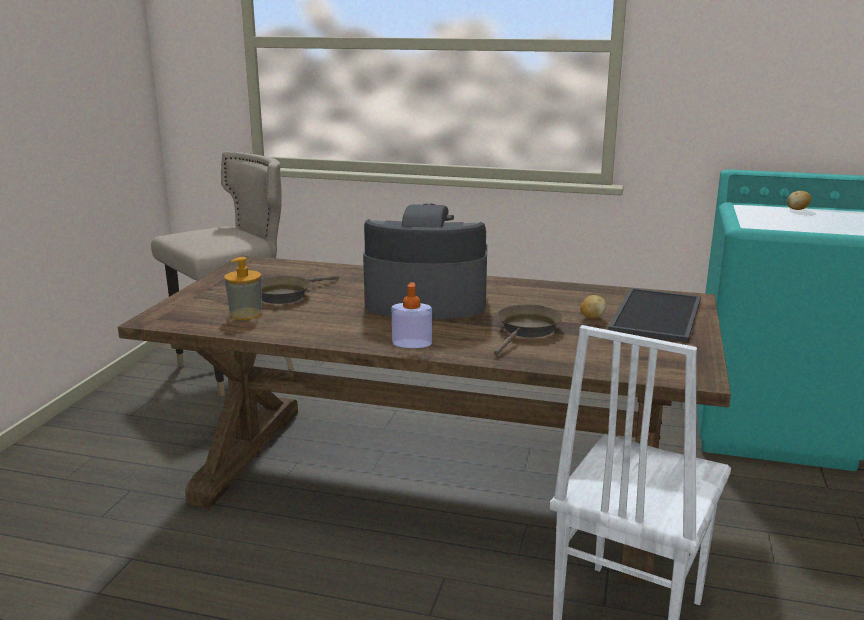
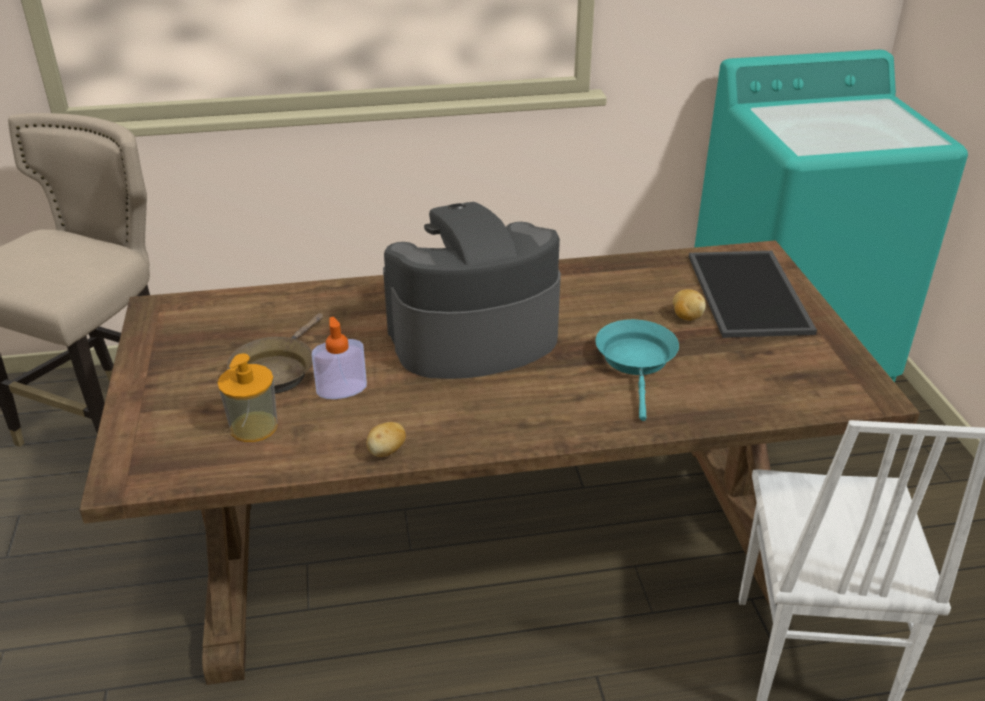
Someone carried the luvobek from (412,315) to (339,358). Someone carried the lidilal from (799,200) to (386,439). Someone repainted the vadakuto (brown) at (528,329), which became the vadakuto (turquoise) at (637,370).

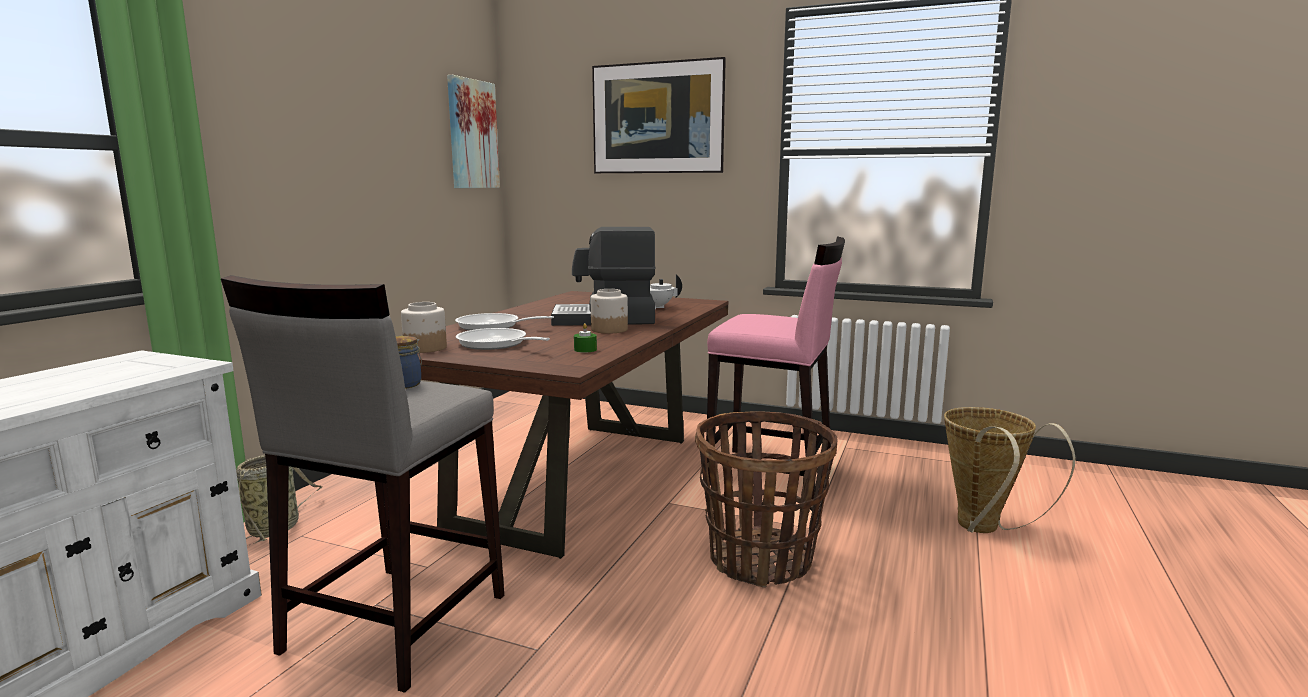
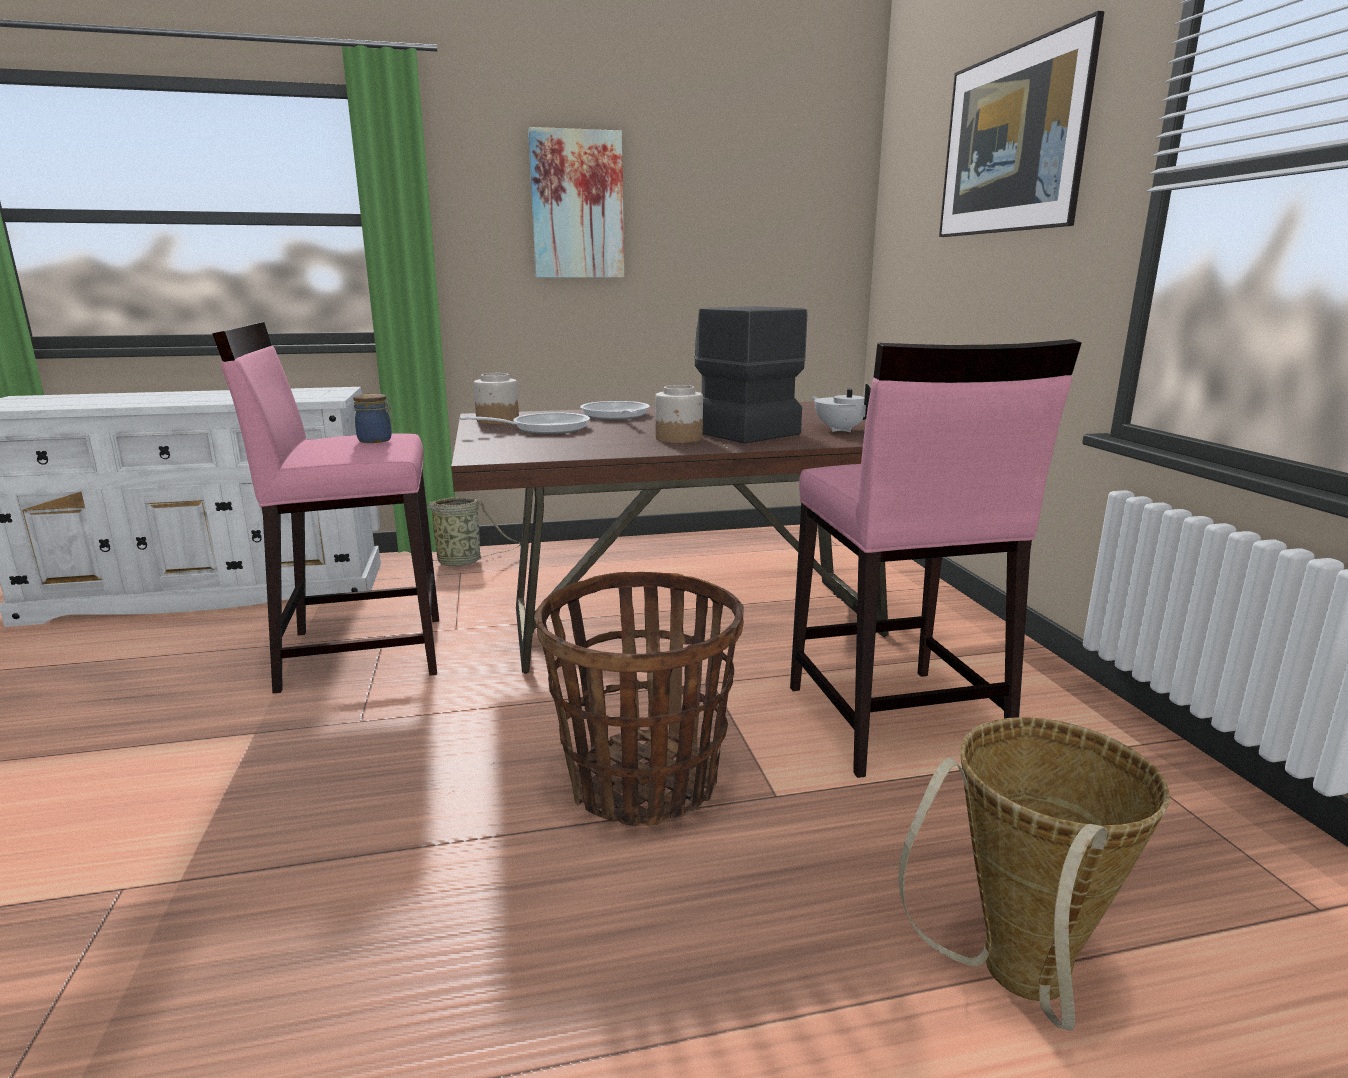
Someone repainted the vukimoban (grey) at (362,484), which became the vukimoban (pink) at (326,508). Someone rotated the vadakuto at (503,339) by 60 degrees clockwise. Someone carried the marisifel from (473,131) to (576,202). Someone took away the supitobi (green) at (585,338).

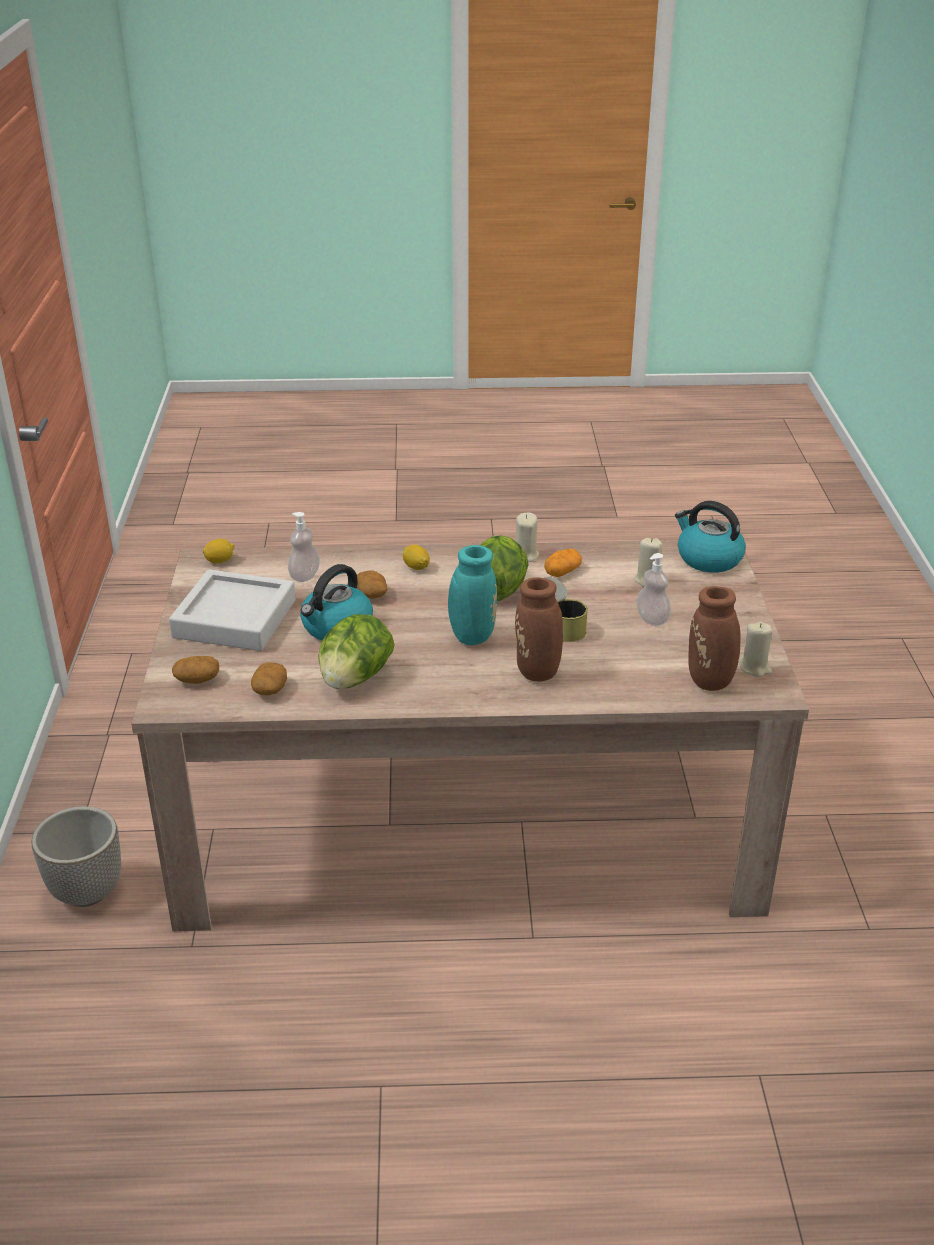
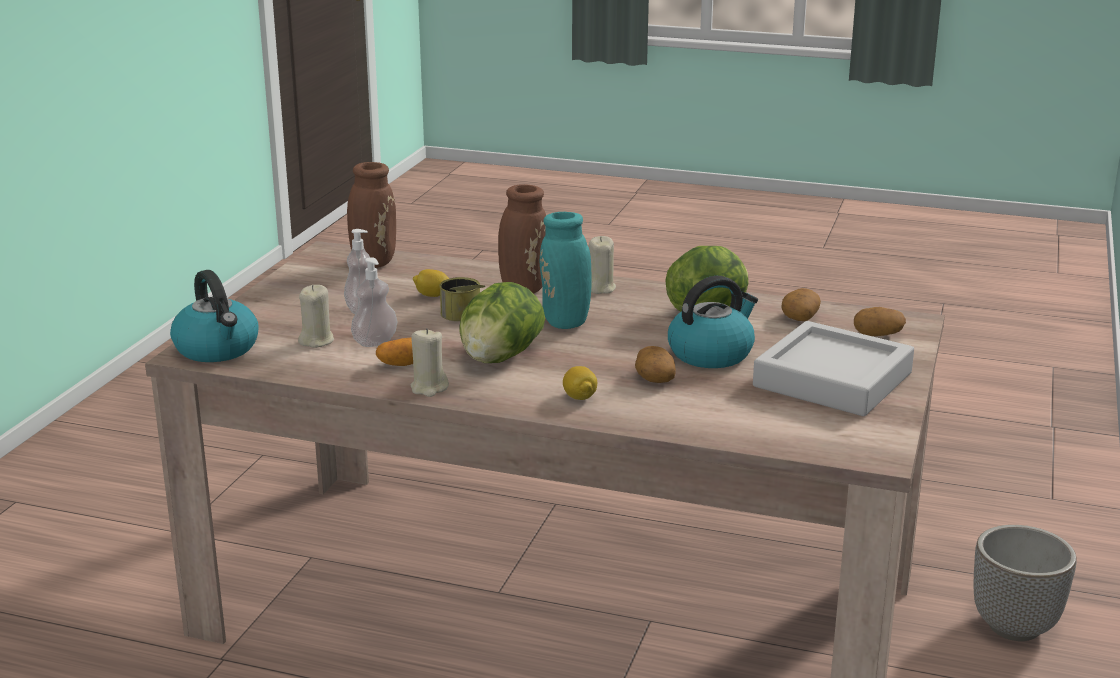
Someone carried the luvobek from (304,547) to (374,302). Someone carried the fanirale from (218,551) to (431,283). Someone carried the supitobi (beige) from (756,649) to (602,265).

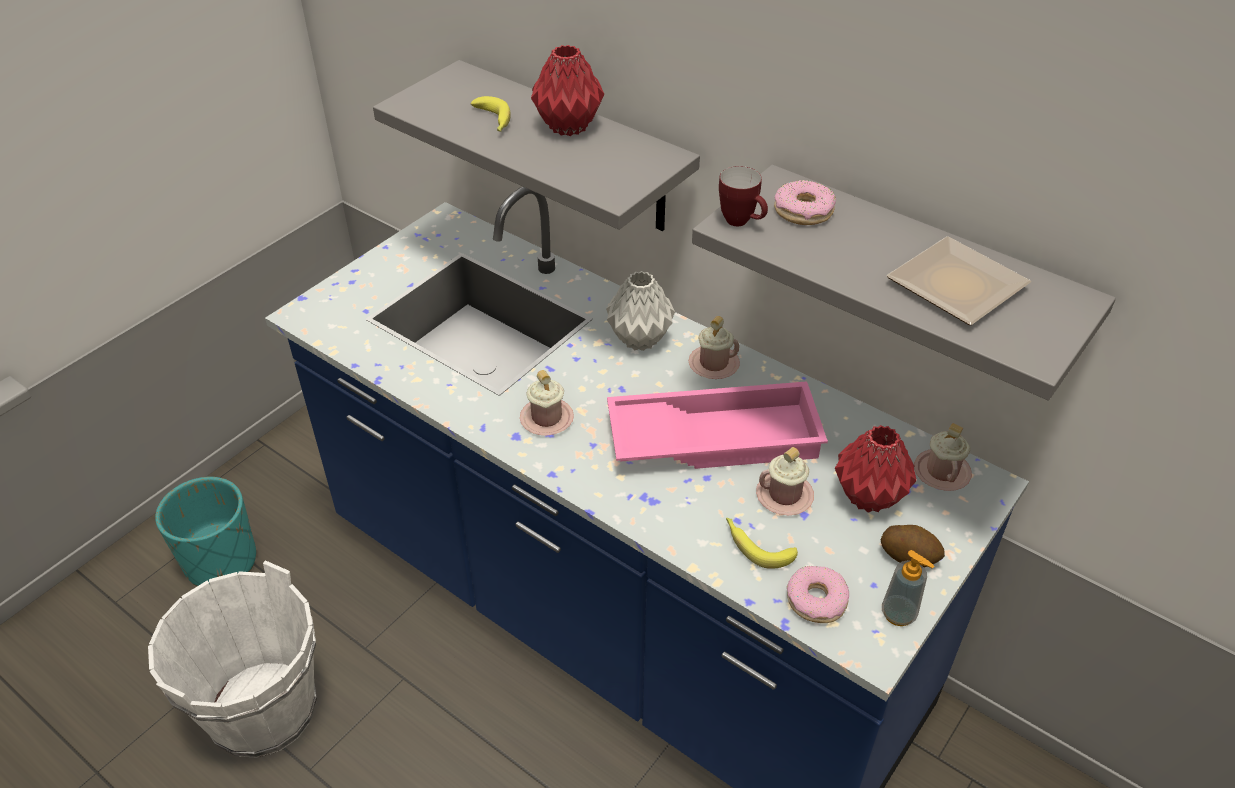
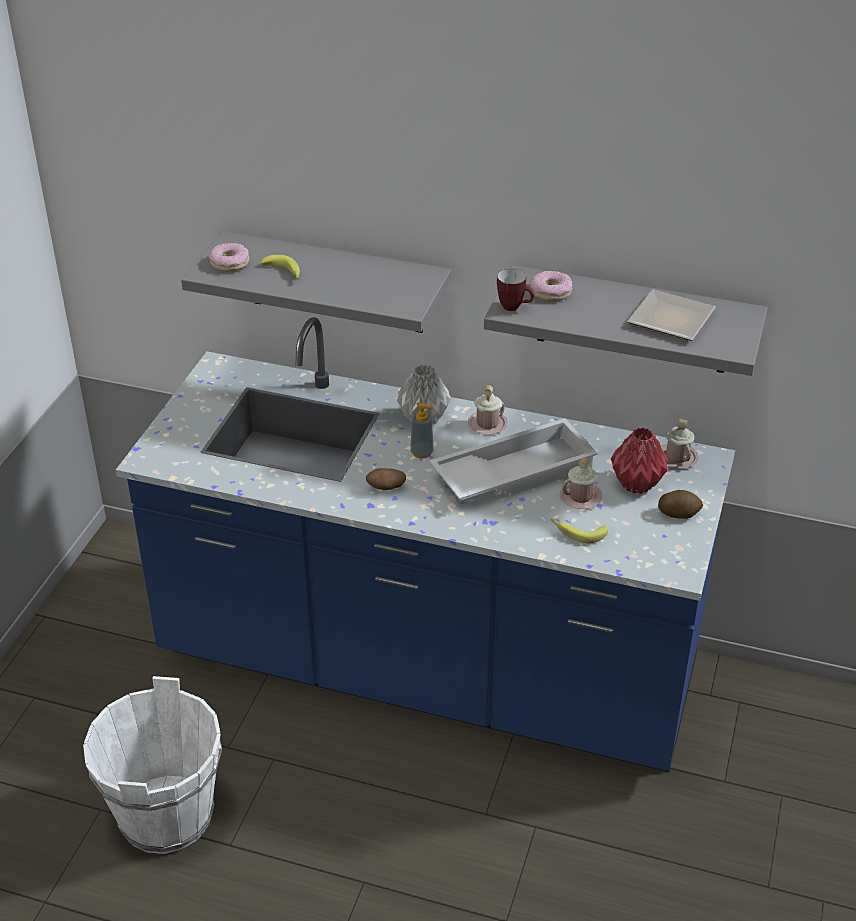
Someone carried the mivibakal from (818,594) to (229,257). Someone swapped the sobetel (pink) at (547,403) for the lidilal at (386,479). Someone carried the luvobek from (908,588) to (422,430). Someone repainted the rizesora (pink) at (717,425), which became the rizesora (white) at (514,459). Someone took away the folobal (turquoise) at (205,531). Someone took away the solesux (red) at (567,90).

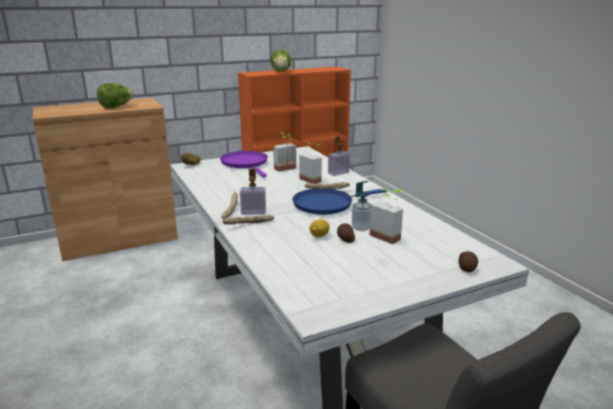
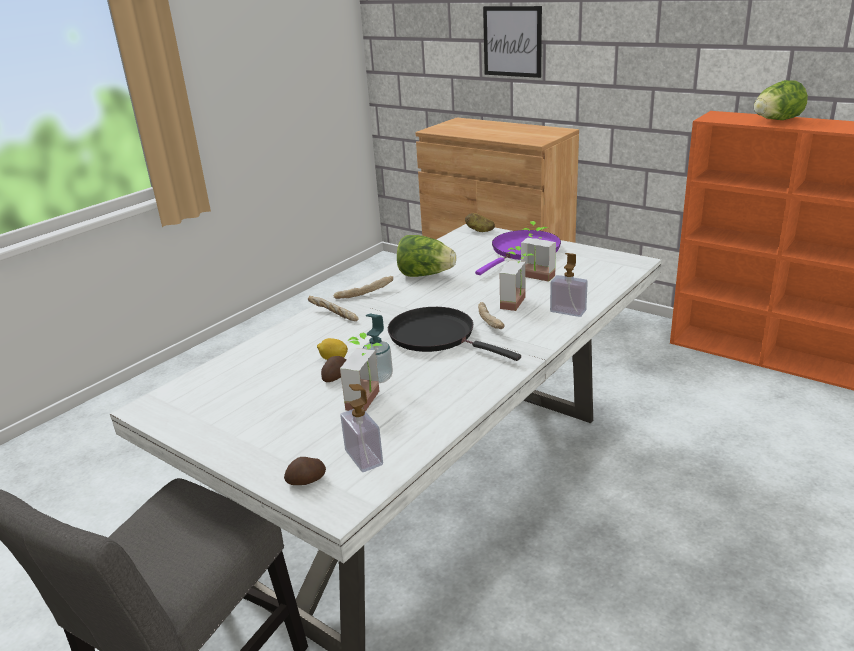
Someone carried the luvobek from (253,192) to (361,428). Someone repainted the vadakuto (blue) at (340,201), which became the vadakuto (black) at (454,334). Someone carried the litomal from (115,96) to (426,256). Someone put up the marisifel at (512,42).

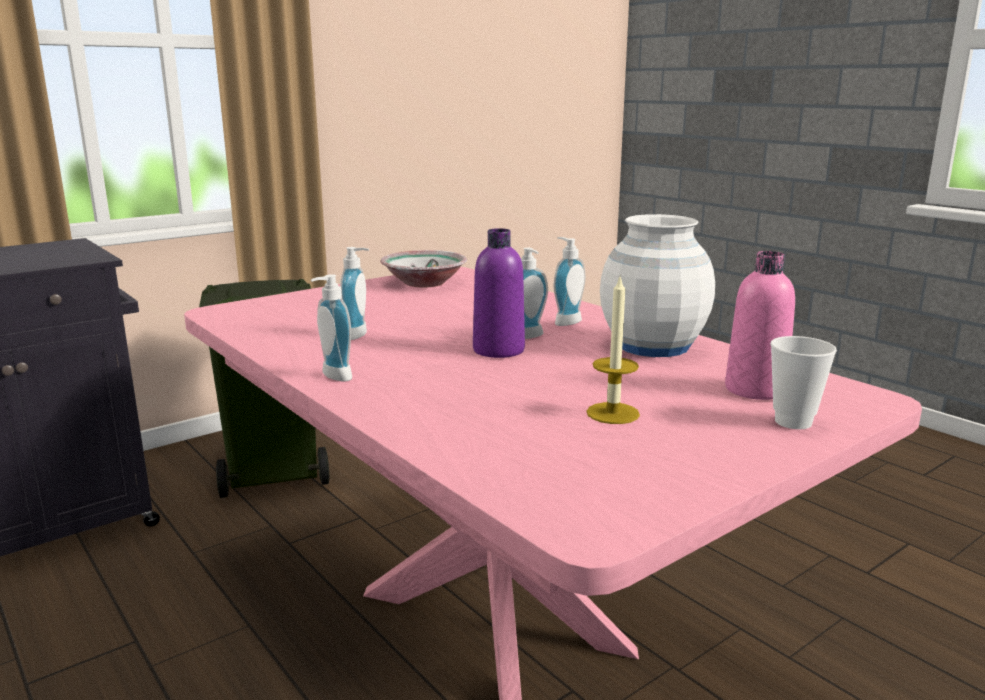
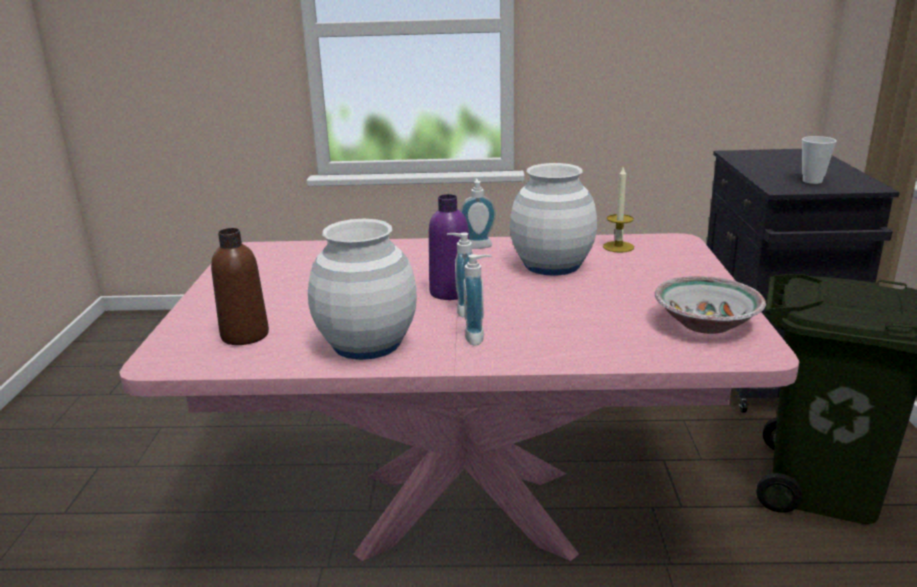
Someone repainted the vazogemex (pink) at (760,325), which became the vazogemex (brown) at (240,286). Someone swapped the luvobek at (354,293) for the solesux (white) at (553,219). Someone carried the supitobi from (613,350) to (618,210). Someone carried the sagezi from (804,382) to (819,160).

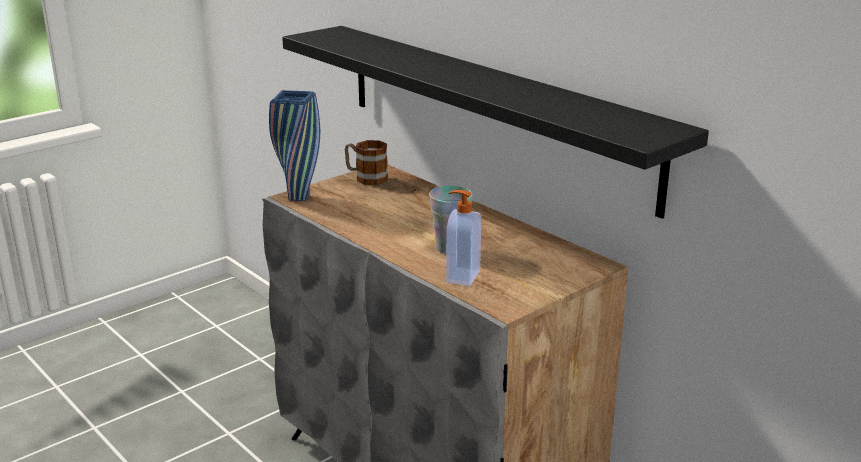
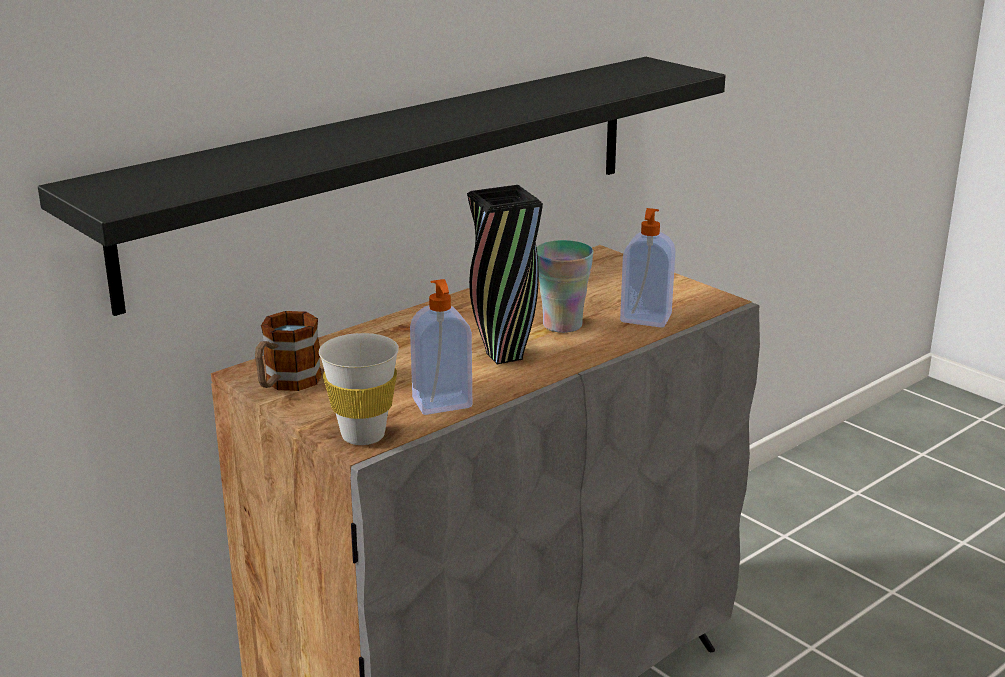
Someone swapped the solesux (blue) at (294,145) for the sagezi (white) at (359,389). Someone put down the luvobek at (441,347). Someone put down the solesux (black) at (505,274).

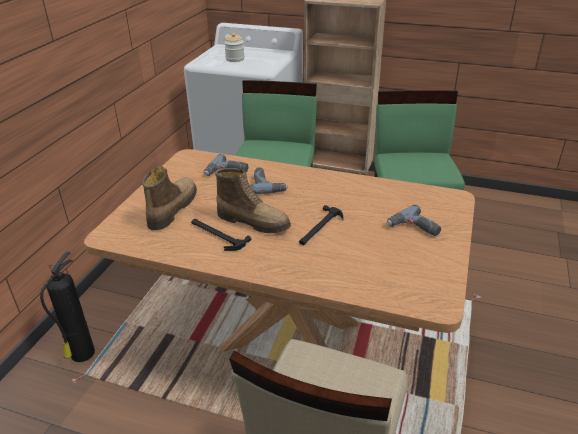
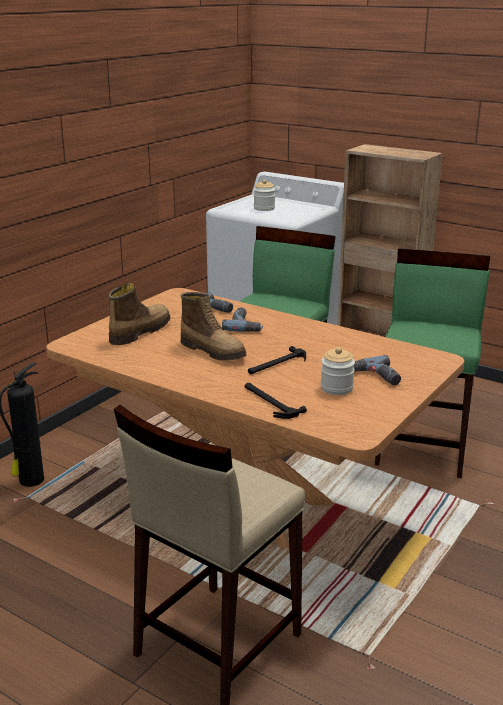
Someone carried the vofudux from (221,235) to (275,401). Someone put down the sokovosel at (338,371).

